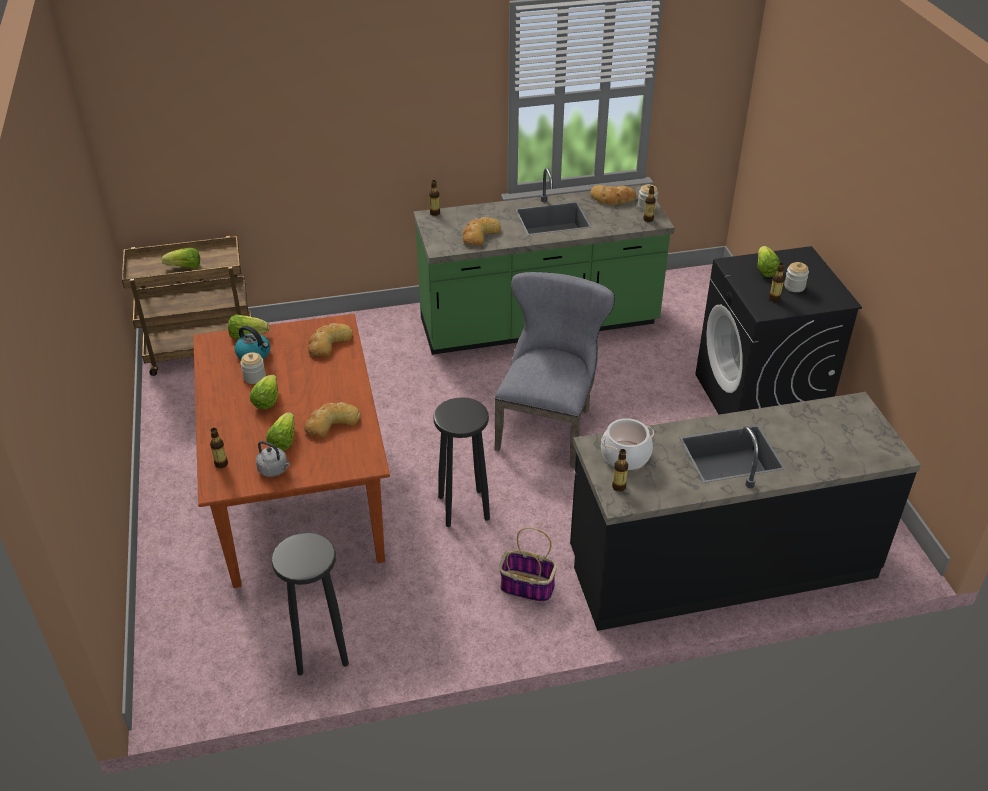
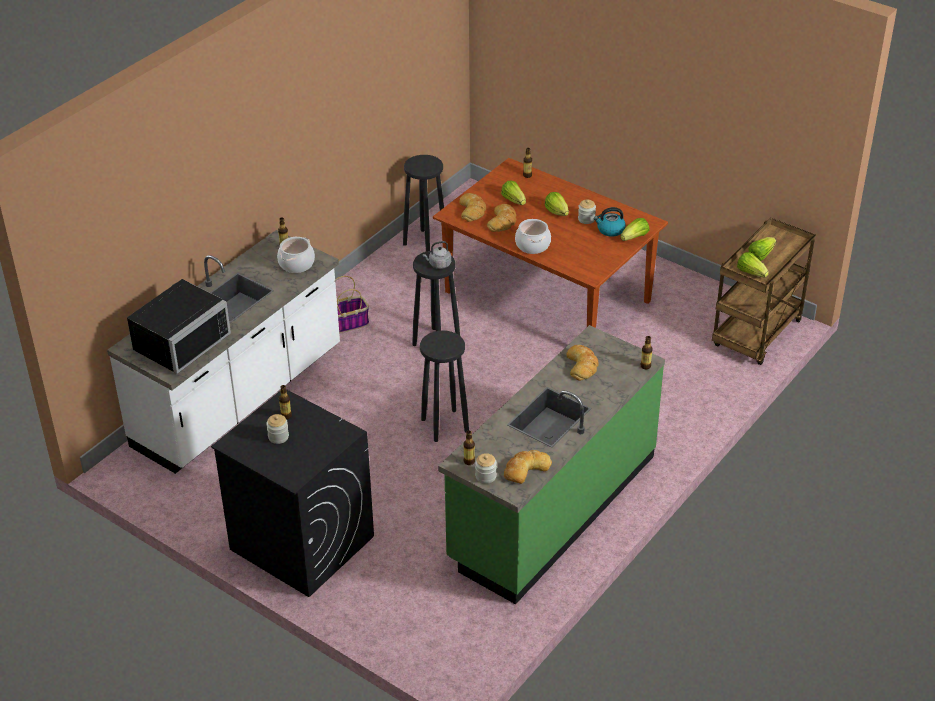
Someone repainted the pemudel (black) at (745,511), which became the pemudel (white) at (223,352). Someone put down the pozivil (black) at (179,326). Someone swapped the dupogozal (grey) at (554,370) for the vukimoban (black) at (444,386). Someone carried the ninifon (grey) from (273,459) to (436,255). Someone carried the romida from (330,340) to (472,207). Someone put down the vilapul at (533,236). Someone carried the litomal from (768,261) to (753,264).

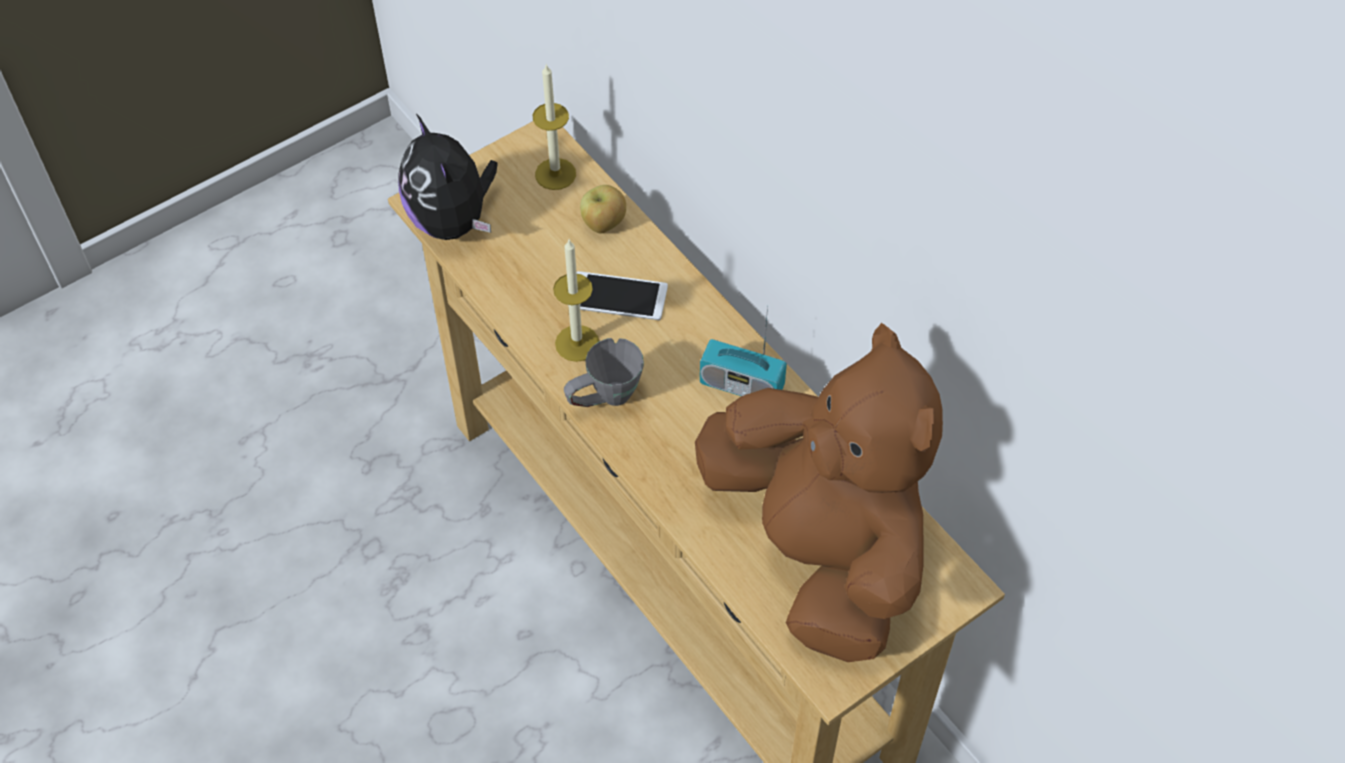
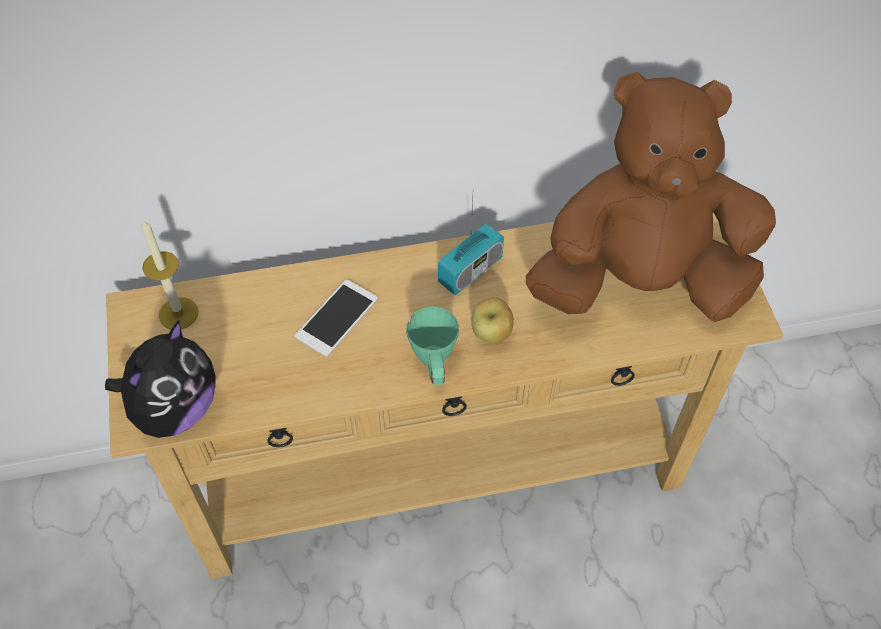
Someone rotated the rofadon at (448,177) by 60 degrees counterclockwise. Someone repainted the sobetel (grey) at (604,372), which became the sobetel (green) at (432,345). Someone carried the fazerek from (603,209) to (492,320). Someone took away the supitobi at (576,301).

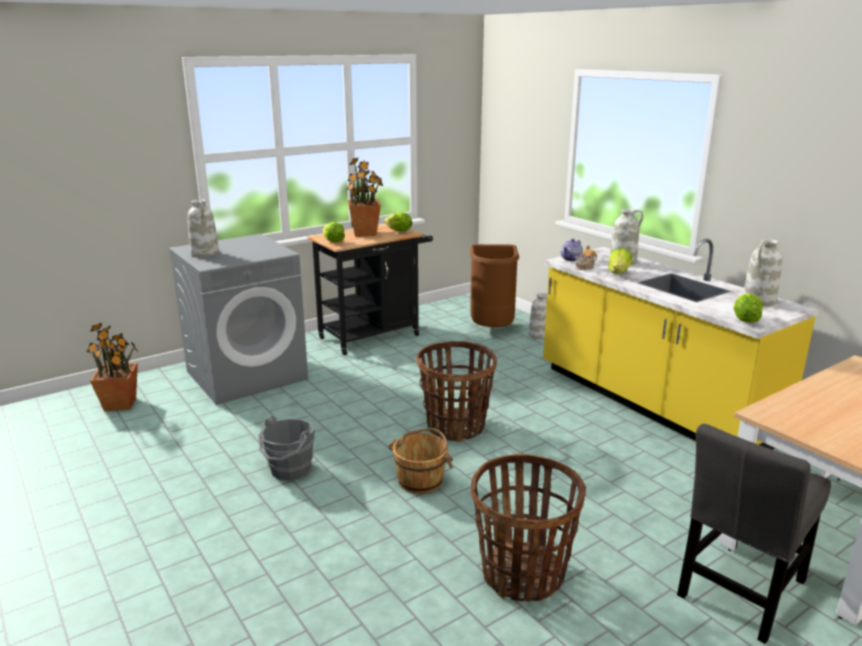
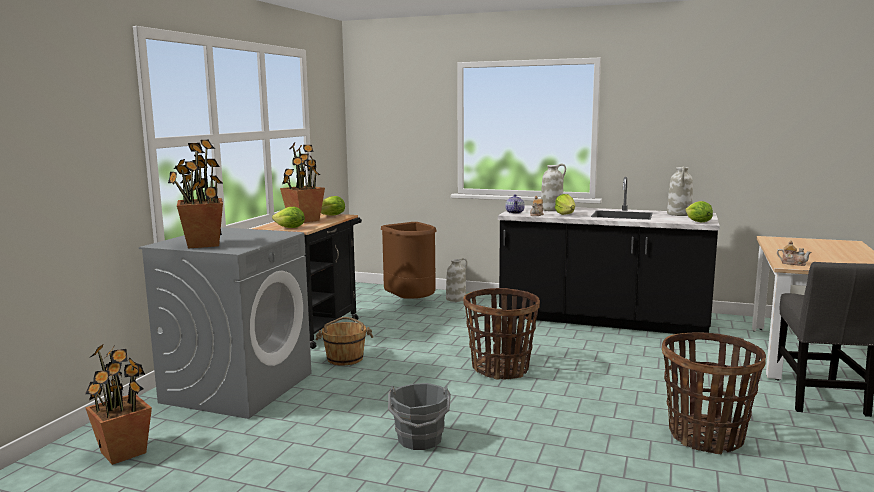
Someone swapped the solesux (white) at (203,228) for the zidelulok at (196,194). Someone carried the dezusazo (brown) from (420,461) to (344,341). Someone repainted the pemudel (yellow) at (681,344), which became the pemudel (black) at (609,255). Someone put down the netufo at (794,253).

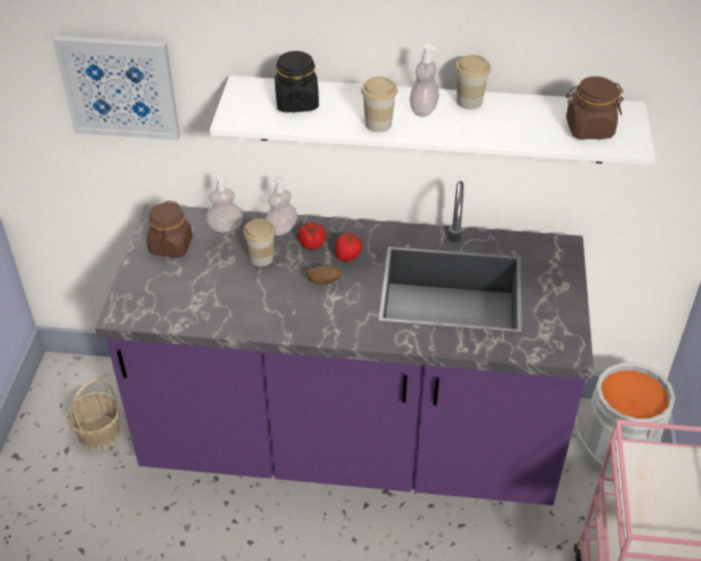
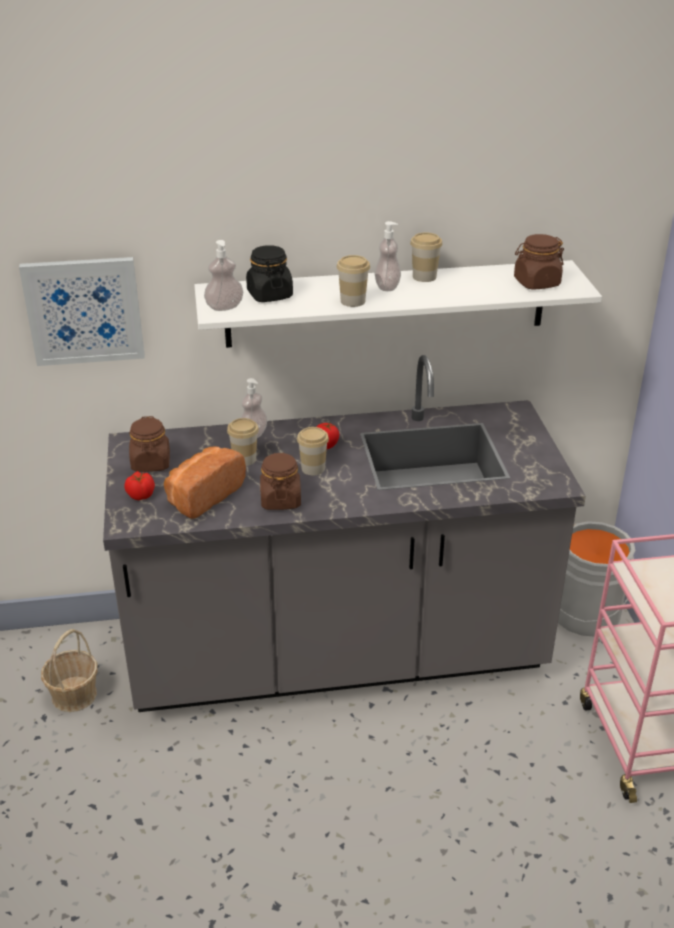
Someone repainted the pemudel (purple) at (344,343), which became the pemudel (grey) at (344,533). Someone carried the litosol from (312,236) to (140,485). Someone put down the romida at (205,482). Someone carried the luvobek from (224,203) to (223,275). Someone put down the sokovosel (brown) at (280,481). Someone swapped the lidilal at (324,274) for the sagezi at (313,451).

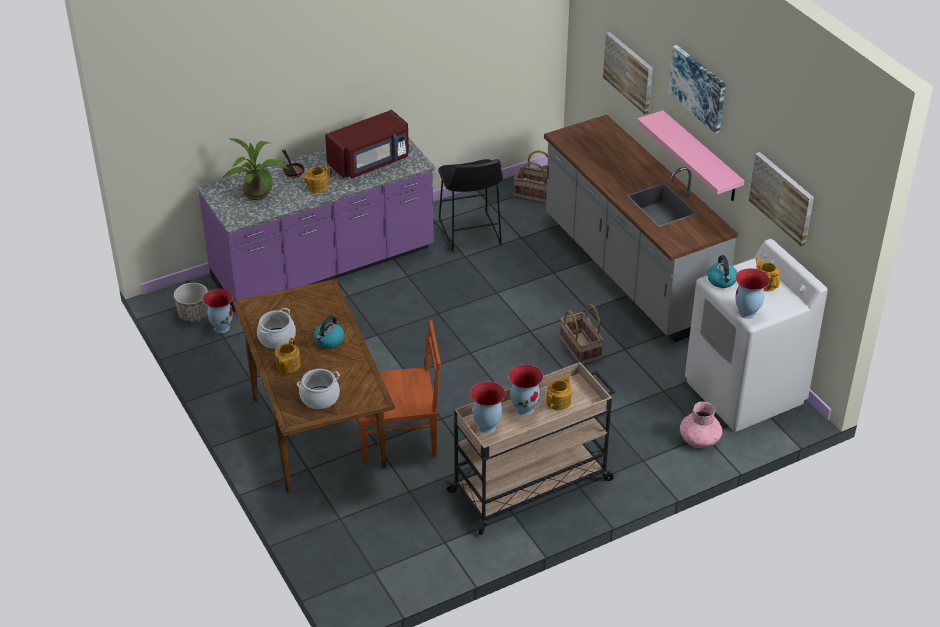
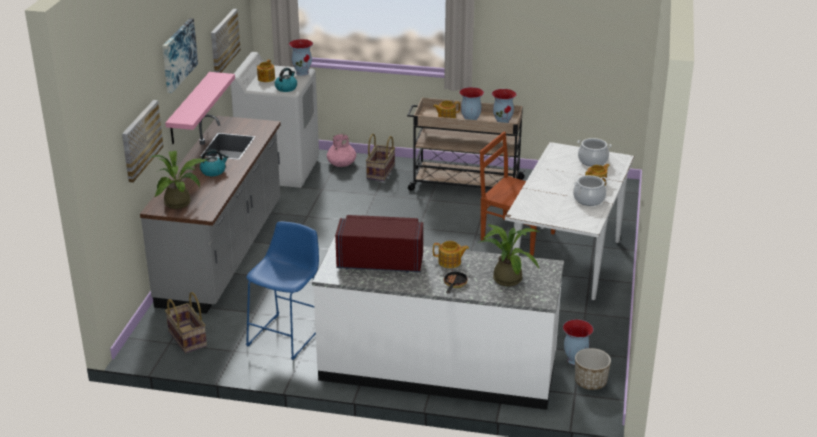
Someone put down the zidelulok at (179,180). Someone carried the ninifon from (329,331) to (214,162). Someone repainted the vukimoban (black) at (470,205), which became the vukimoban (blue) at (282,290). Someone repainted the pemudel (purple) at (316,225), which became the pemudel (white) at (438,323). Someone carried the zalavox from (582,334) to (380,157). Someone repainted the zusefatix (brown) at (314,386), which became the zusefatix (white) at (570,221).

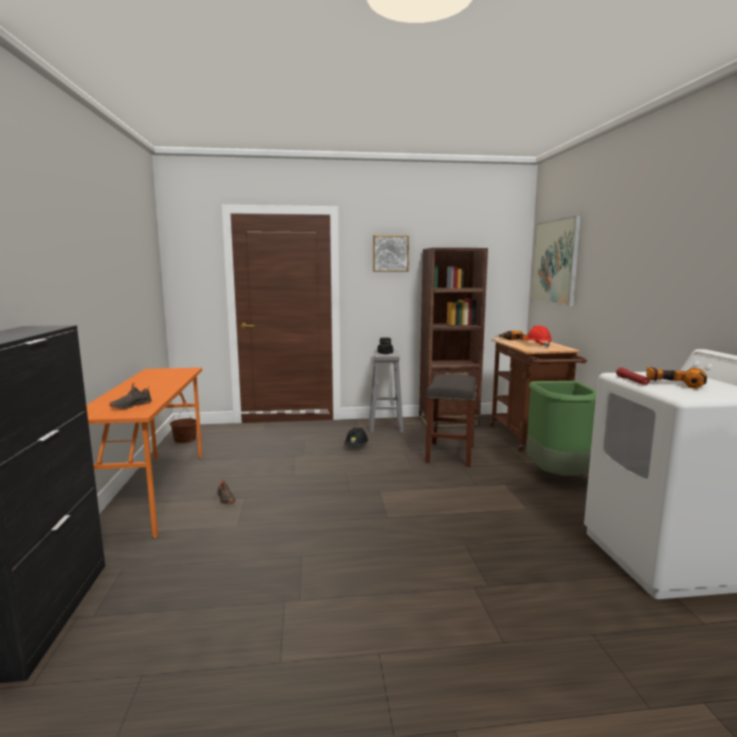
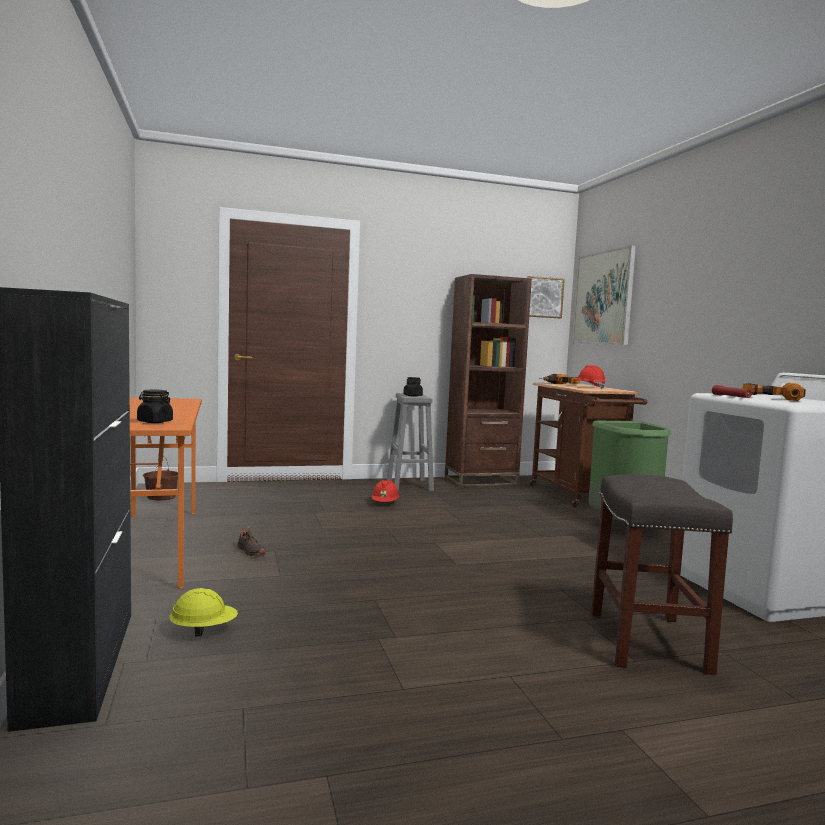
Someone swapped the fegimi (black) at (130,396) for the sokovosel (black) at (155,406). Someone put down the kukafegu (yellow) at (203,612). Someone repainted the kukafegu (black) at (356,437), which became the kukafegu (red) at (385,491). Someone carried the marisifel from (391,253) to (546,297). Someone carried the vukimoban (grey) from (451,420) to (662,574).

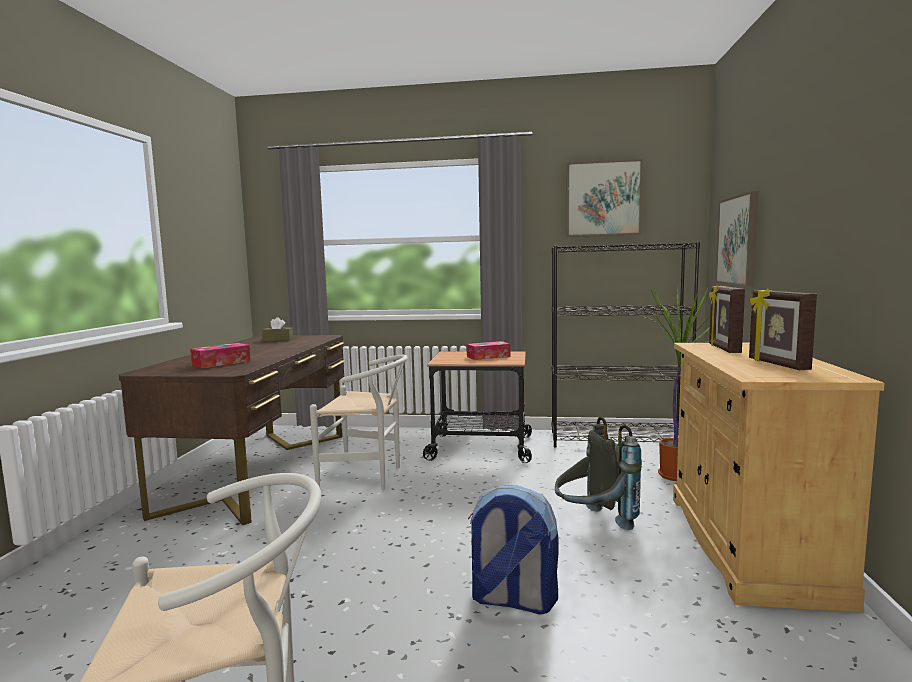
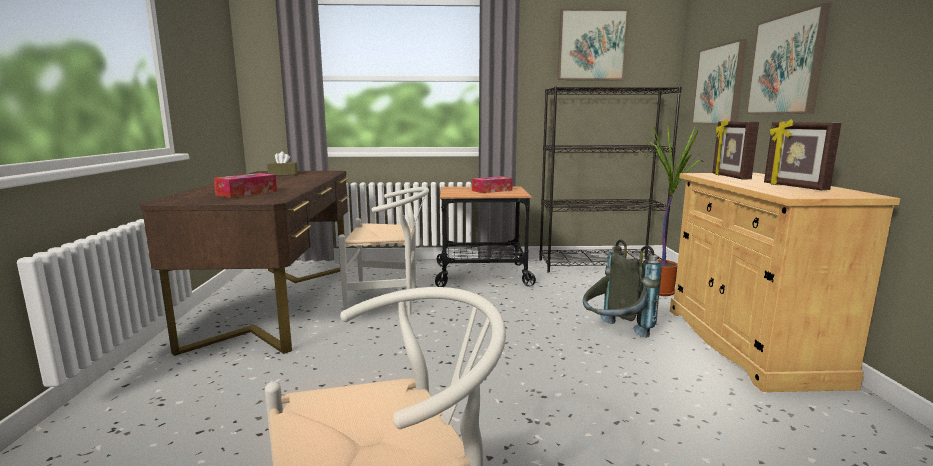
Someone put up the marisifel at (788,58). Someone took away the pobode at (513,549).

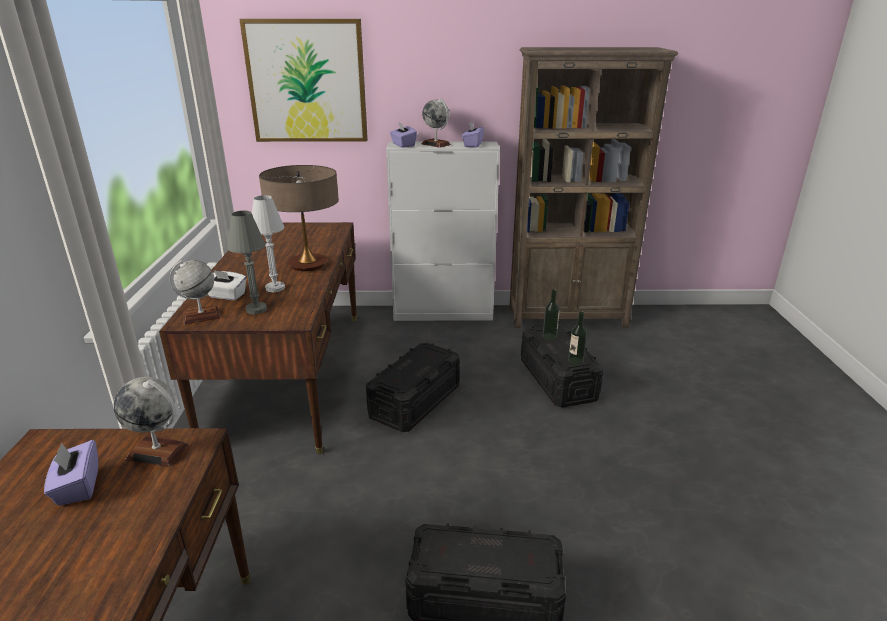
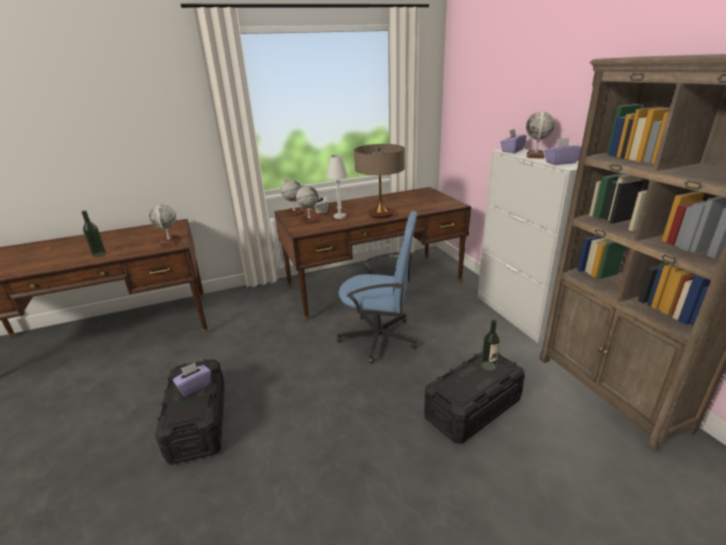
Someone carried the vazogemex from (577,338) to (93,233). Someone carried the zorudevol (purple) from (71,473) to (192,379). Someone swapped the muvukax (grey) at (247,262) for the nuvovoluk at (308,204). Someone swapped the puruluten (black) at (413,387) for the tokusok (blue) at (377,287). Someone took away the marisifel at (303,80).

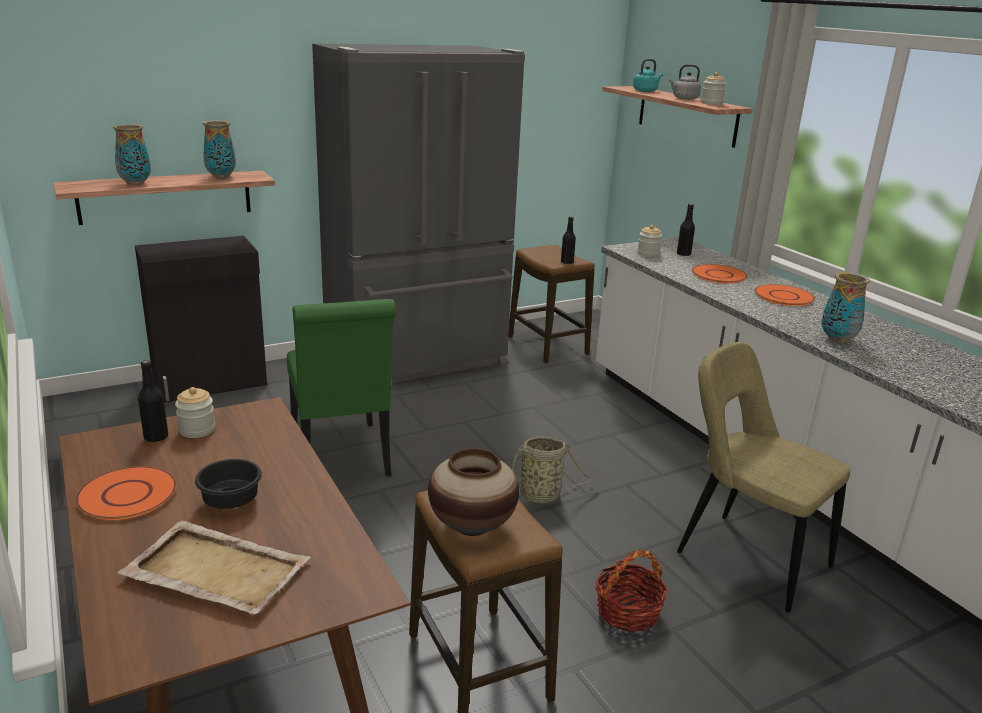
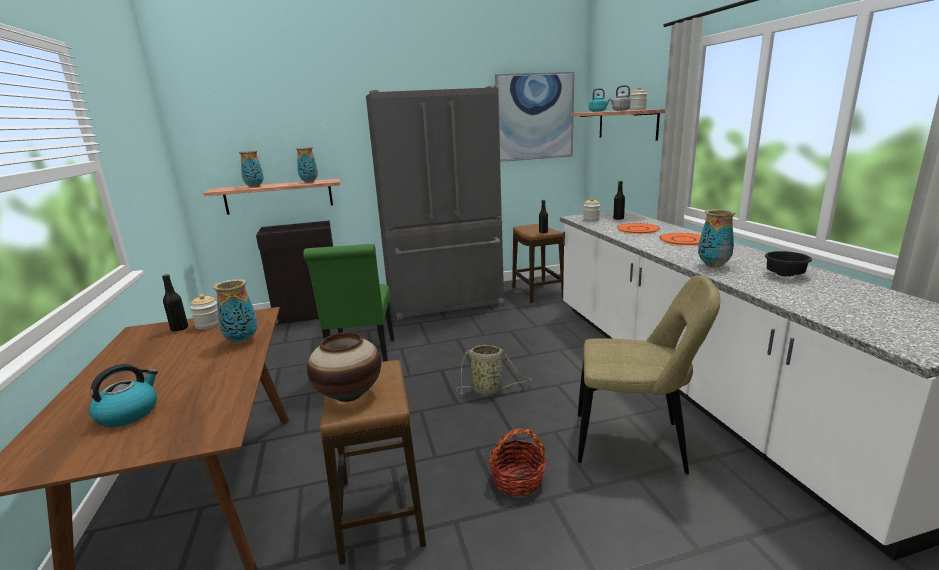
Someone swapped the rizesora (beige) at (214,567) for the ninifon at (123,395). Someone put down the solesux at (235,311). Someone put up the marisifel at (534,117). Someone rotated the dupogozal (beige) at (763,477) by 135 degrees clockwise. Someone carried the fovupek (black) from (228,484) to (788,264). Someone took away the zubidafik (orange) at (126,493).

